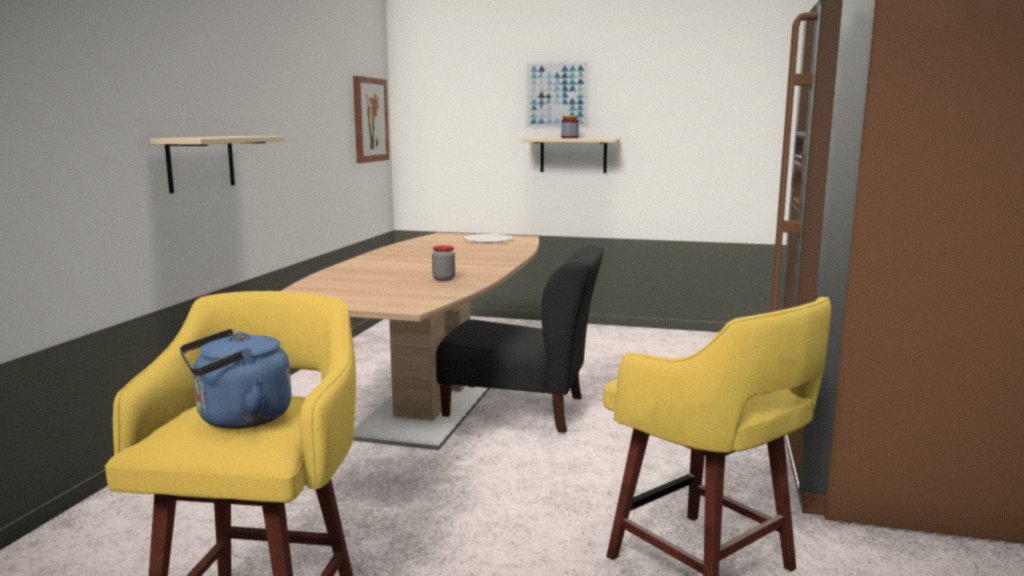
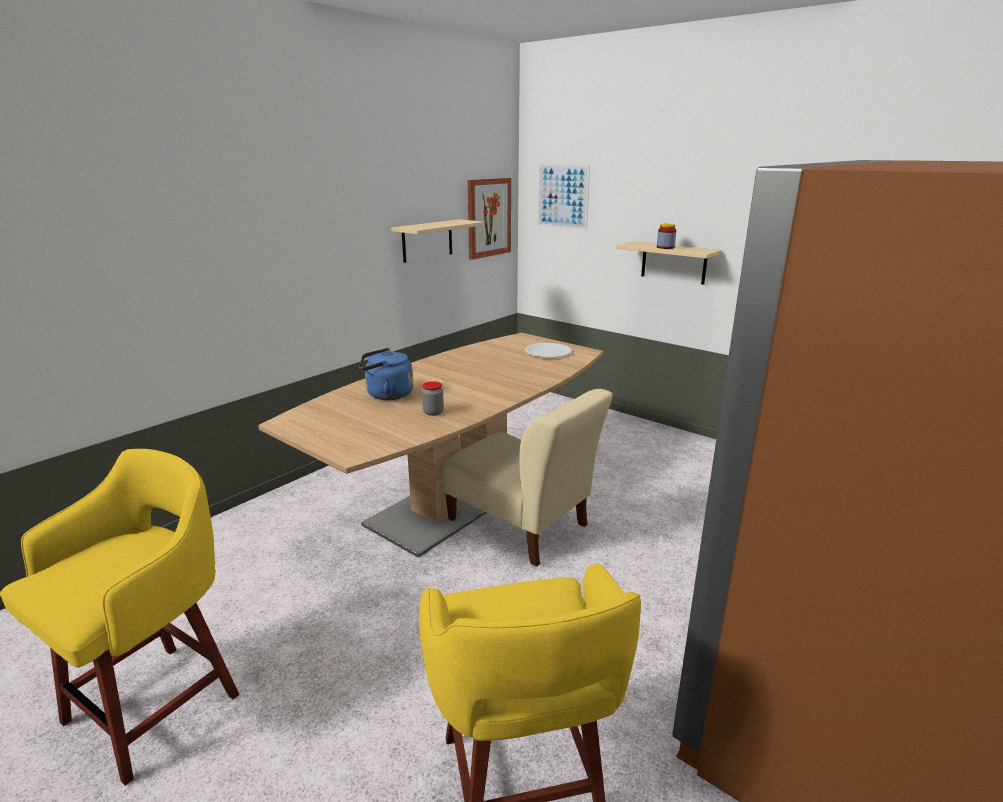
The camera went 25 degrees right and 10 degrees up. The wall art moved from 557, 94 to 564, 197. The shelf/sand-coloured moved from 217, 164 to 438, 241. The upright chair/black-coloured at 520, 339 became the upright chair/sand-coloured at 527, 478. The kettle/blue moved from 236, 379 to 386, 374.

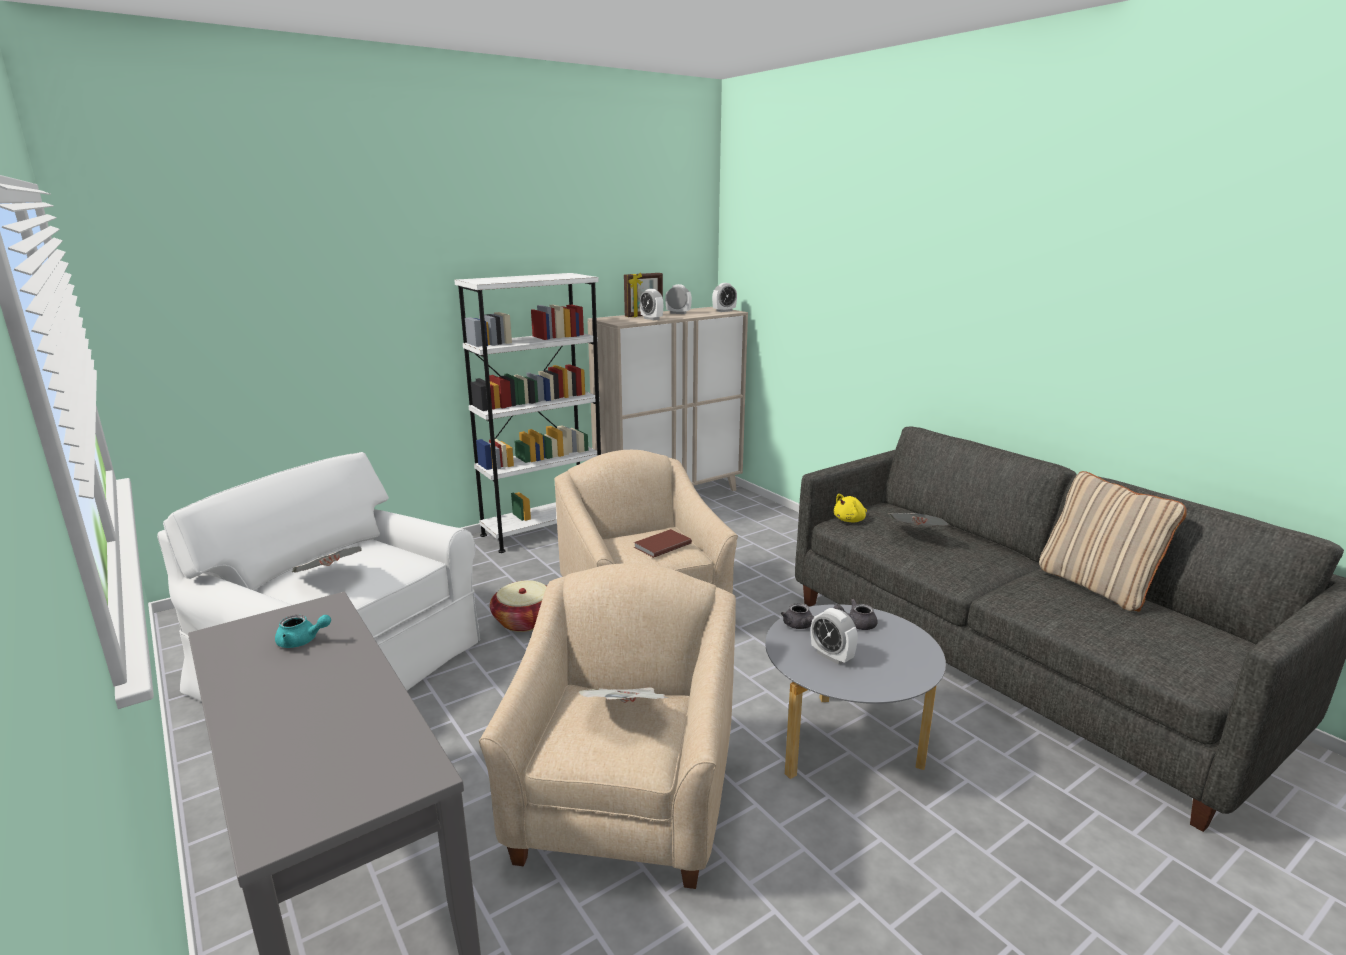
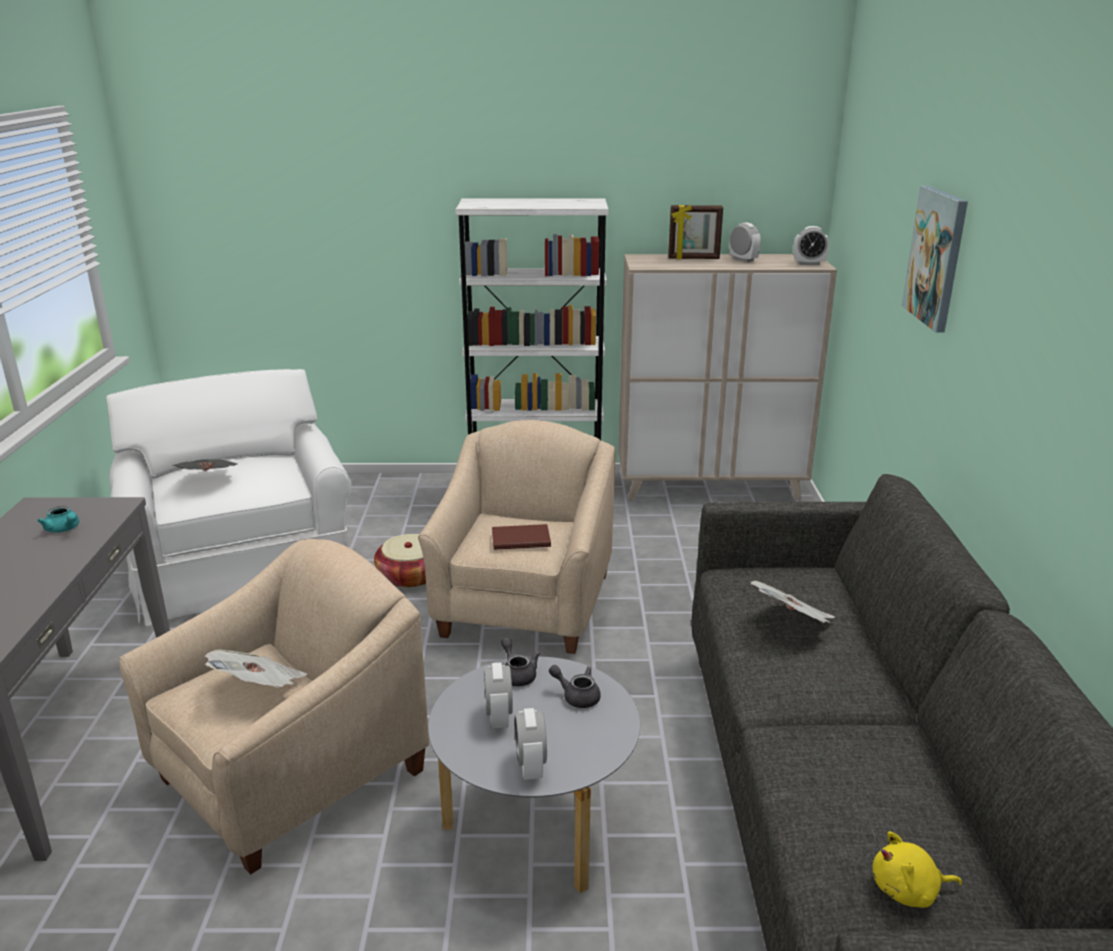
The camera went 35 degrees right and 5 degrees up. The bedside clock moved from 652, 304 to 531, 744. The pillow/sand-coloured at 1113, 541 disappeared. The soft toy/yellowish moved from 850, 508 to 917, 869. The tea pot/greyish at 797, 616 turned 135 degrees clockwise. The wall art at 934, 259 appeared.

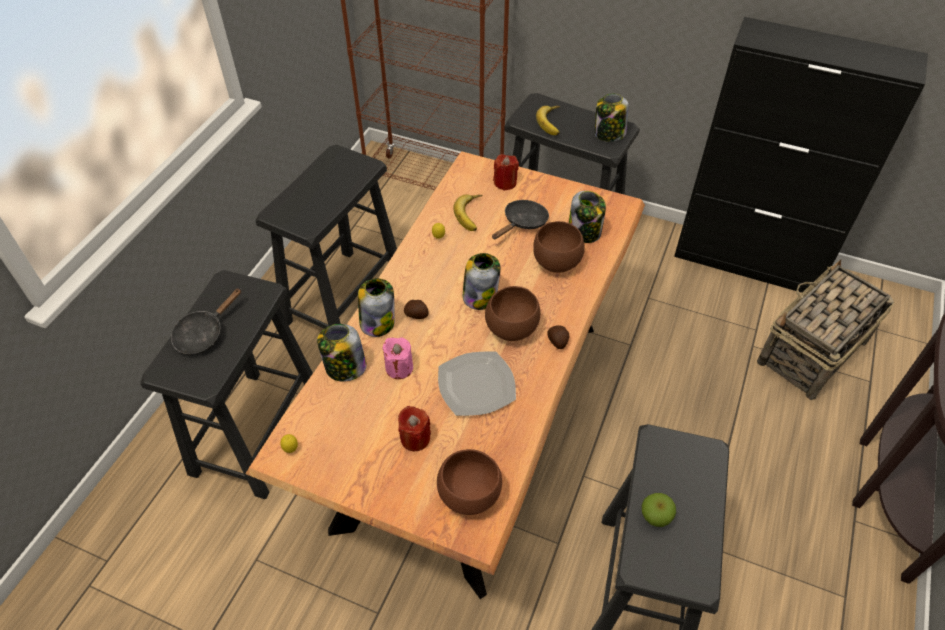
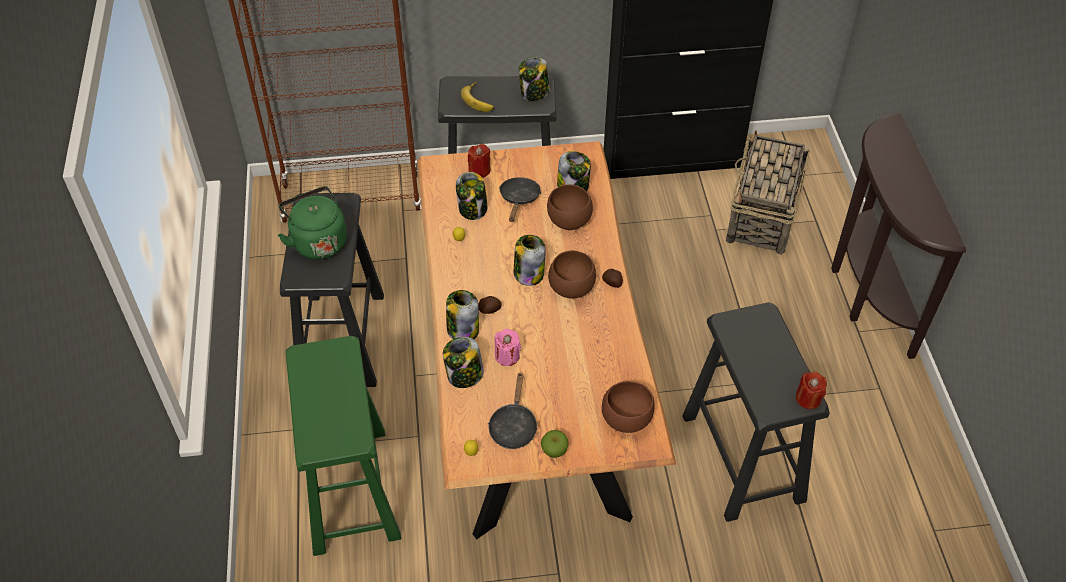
The camera went 30 degrees left and 0 degrees up. The whole banana at 468, 212 was replaced by the jar at 472, 196. The stool/black-coloured at 226, 384 became the stool/green at 343, 446. The frying pan/black-coloured moved from 206, 321 to 513, 410. The flat dish at 477, 383 disappeared. The wax candle/red-coloured moved from 414, 428 to 811, 390. The whole apple moved from 659, 510 to 554, 444. The kettle/green at 312, 222 appeared.

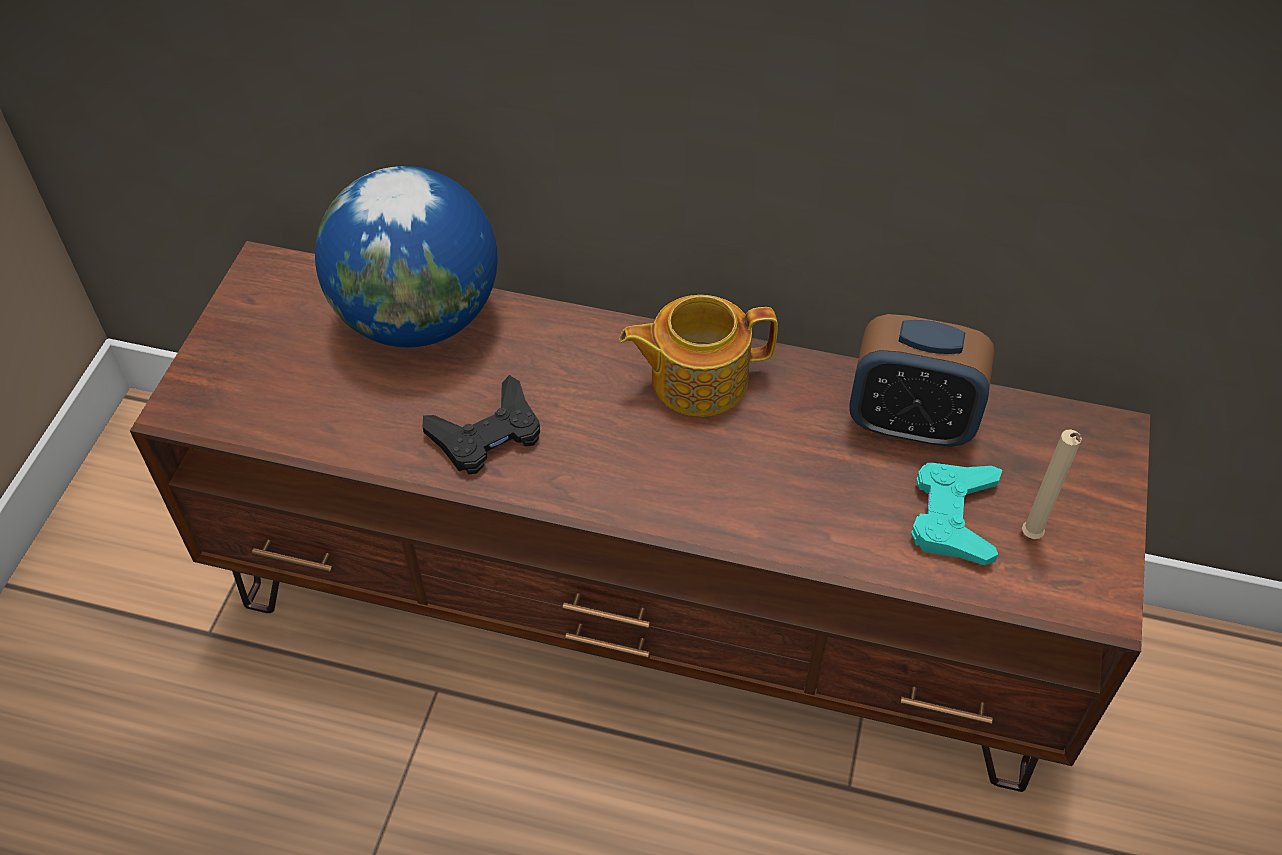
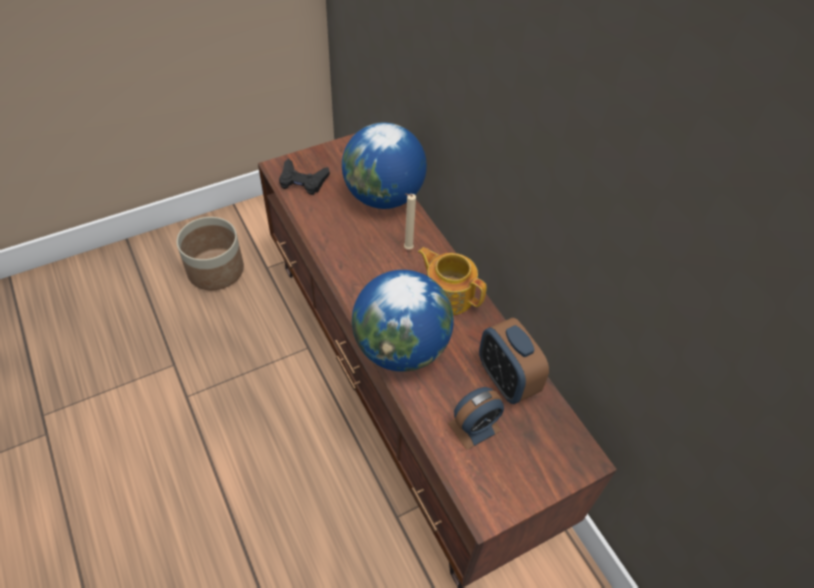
The camera went 45 degrees right and 0 degrees up. The game controller/black-coloured moved from 481, 424 to 304, 177. The wax candle/sand-coloured moved from 1052, 484 to 410, 221. The game controller/turquoise-coloured at 957, 514 was replaced by the bedside clock at 476, 418. The planter at 210, 253 appeared. The desk globe at 403, 321 appeared.

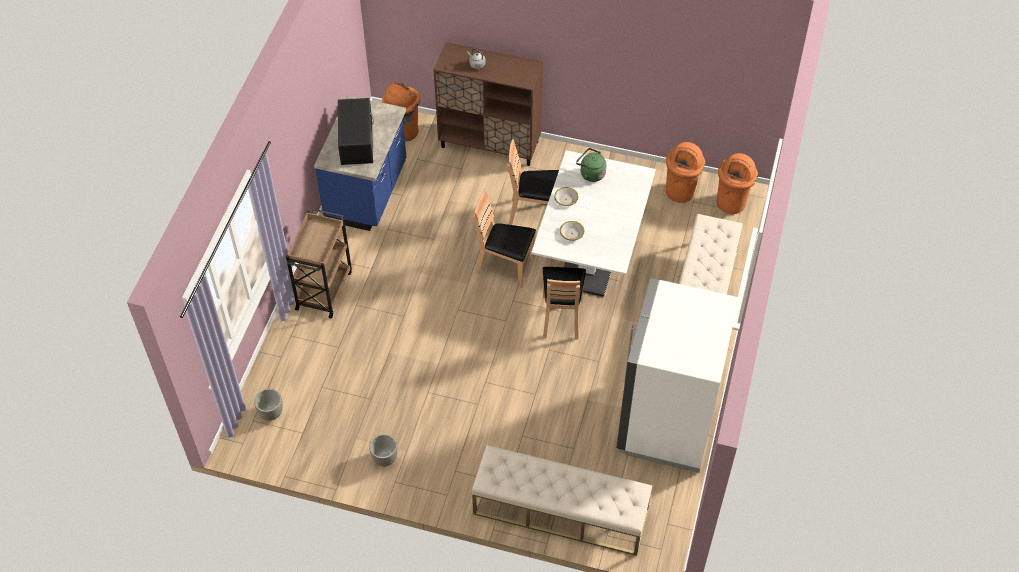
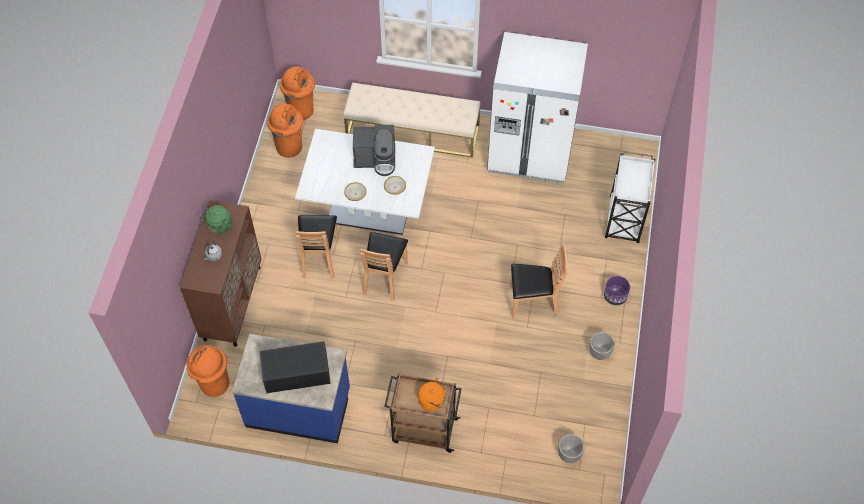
The camera went 95 degrees left and 5 degrees up. The kettle/green moved from 591, 165 to 216, 219. The upright chair/brown-coloured moved from 564, 303 to 539, 281. The long seat/sand-coloured at 562, 500 was replaced by the trolley/whitish at 630, 197. The coffee machine at 374, 150 appeared. The planter/purple at 617, 290 appeared. The kettle/orangey at 433, 394 appeared.

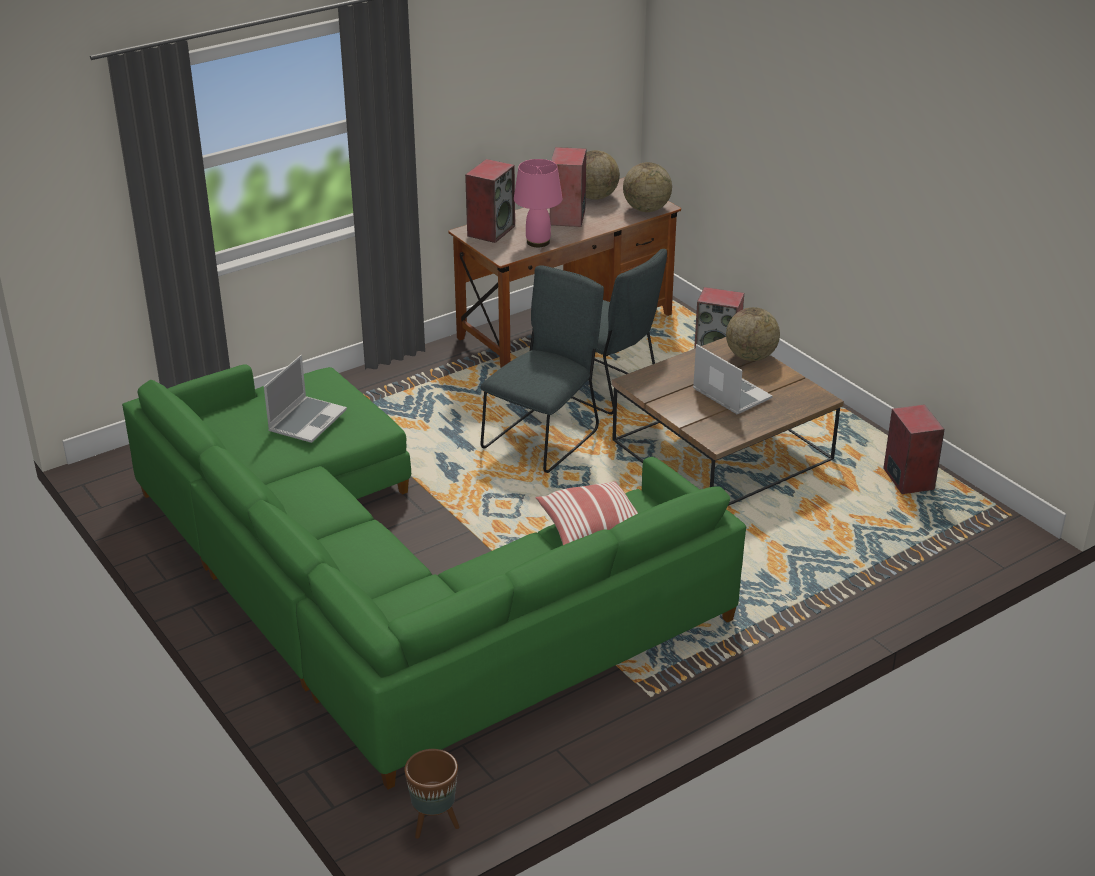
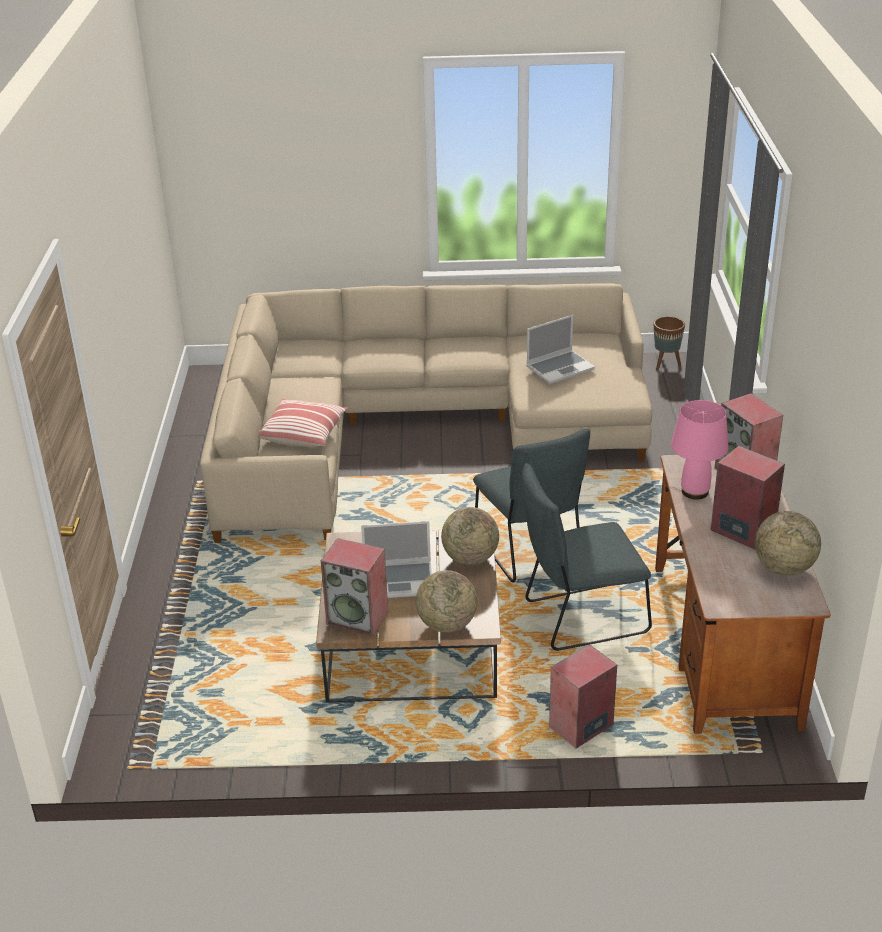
The camera went 125 degrees right and 0 degrees up. The desk globe moved from 647, 187 to 470, 536. The portable computer at 305, 399 turned 90 degrees counterclockwise. The settee/green at 434, 576 became the settee/sand-coloured at 426, 413. The loudspeaker moved from 914, 449 to 354, 587. The planter/brown-coloured moved from 432, 794 to 669, 343.

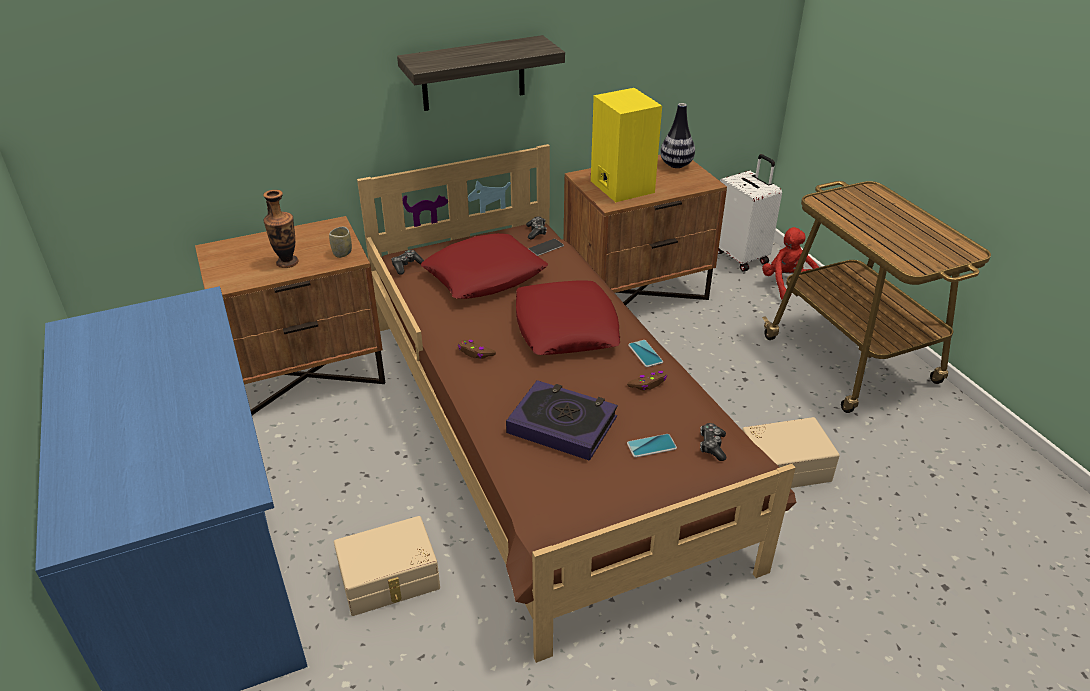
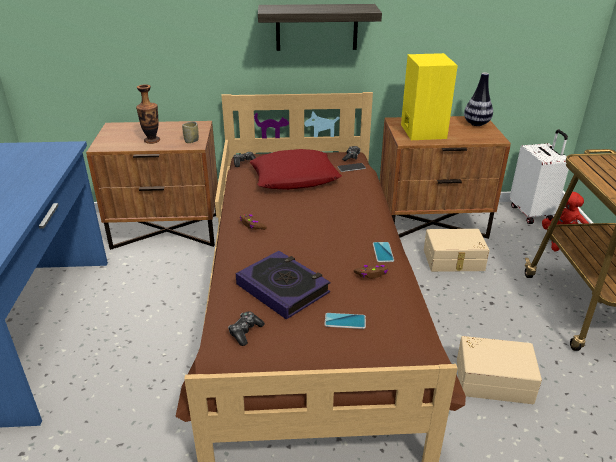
The camera went 20 degrees right and 5 degrees down. The pillow/red-coloured at 568, 318 disappeared. The game controller moved from 713, 442 to 246, 328. The storage box/sand-coloured moved from 387, 566 to 457, 250.

